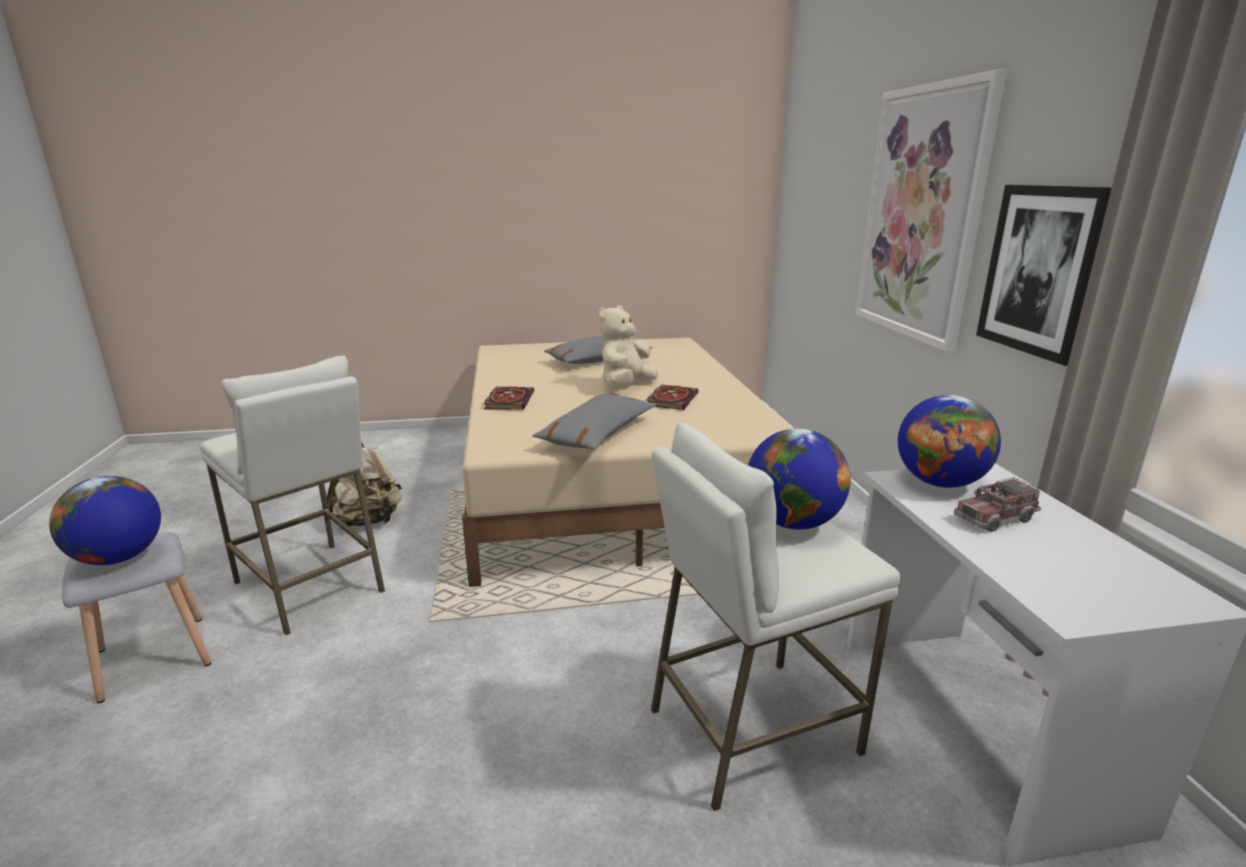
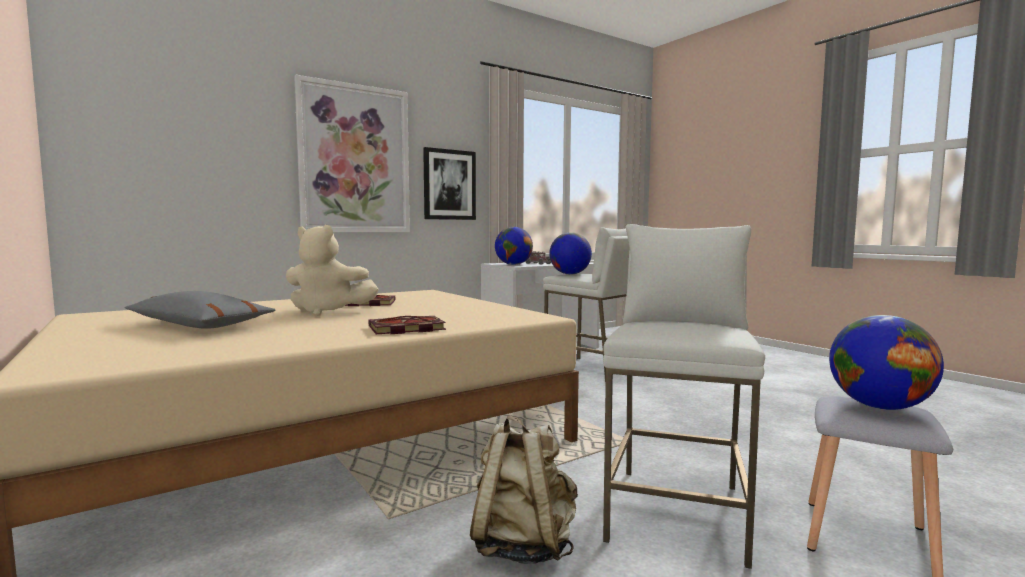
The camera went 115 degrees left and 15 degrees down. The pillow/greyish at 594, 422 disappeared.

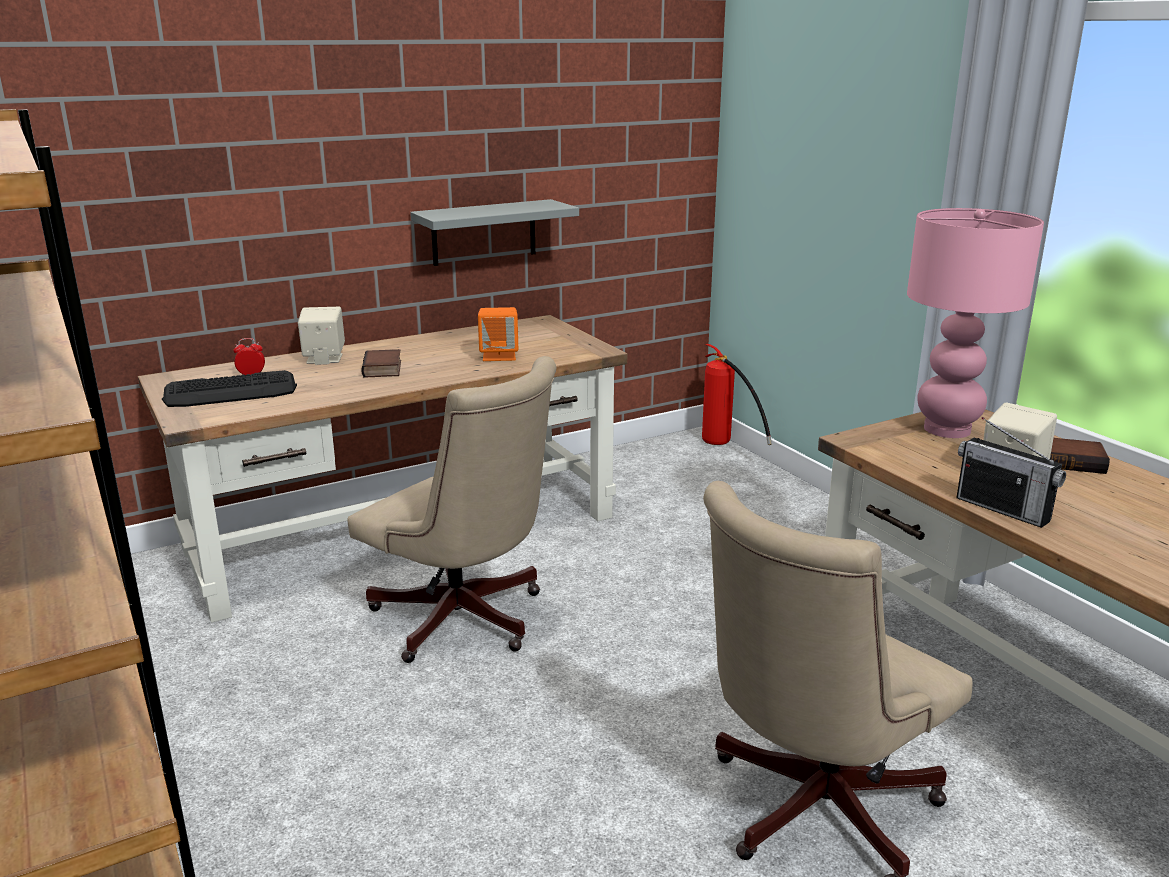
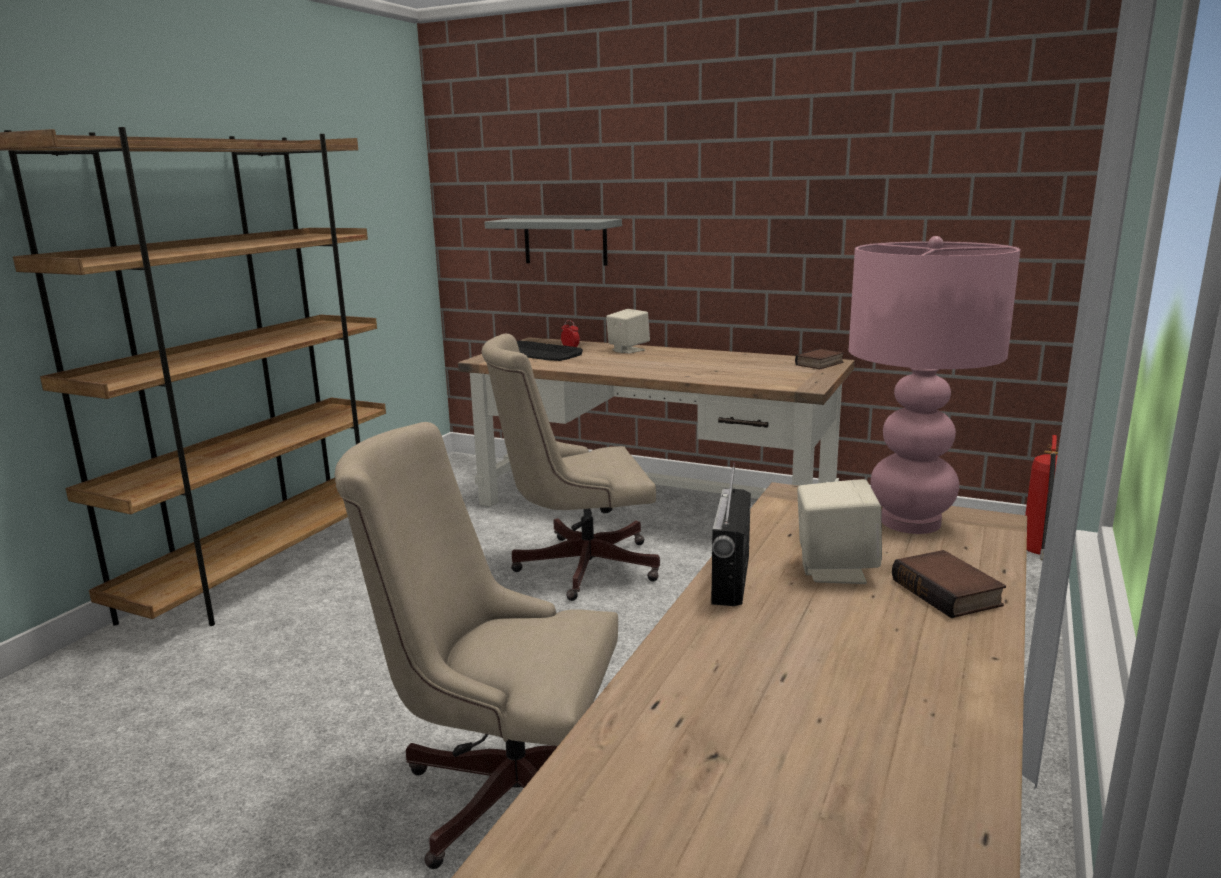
The camera went 55 degrees right and 5 degrees down. The shelf/greyish moved from 494, 232 to 553, 242. The loudspeaker/orangey at 498, 334 disappeared. The bound book moved from 381, 363 to 819, 359. The desk chair/sand-coloured at 452, 509 turned 75 degrees clockwise.

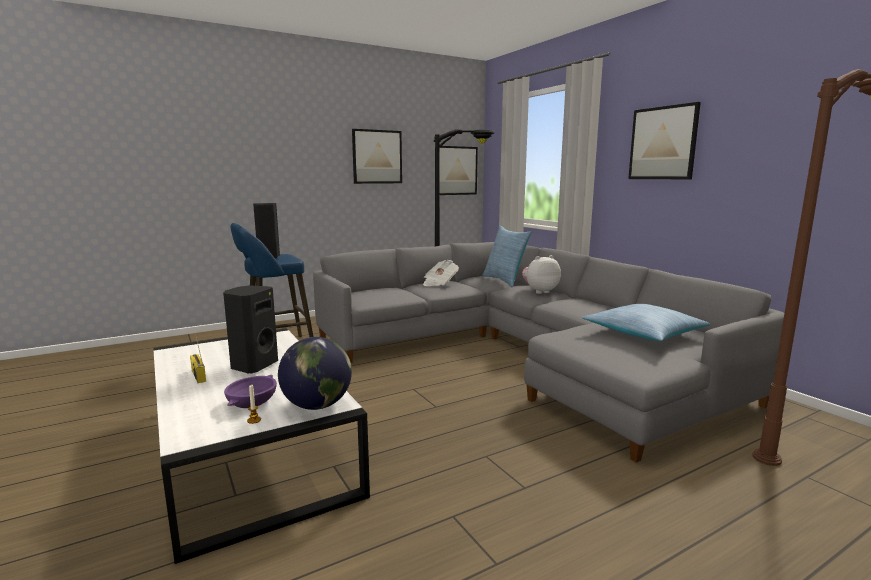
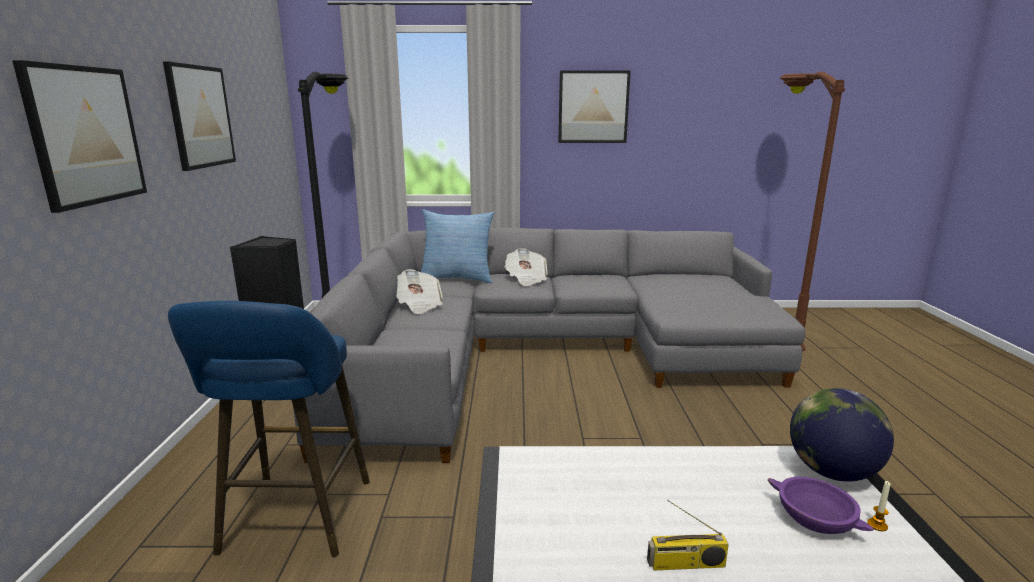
The camera went 60 degrees left and 5 degrees up. The wall art moved from 459, 170 to 79, 136. The soft toy at 541, 274 was replaced by the daily paper at 526, 267. The loudspeaker/black-coloured at 250, 329 disappeared. The pillow at 646, 322 disappeared.

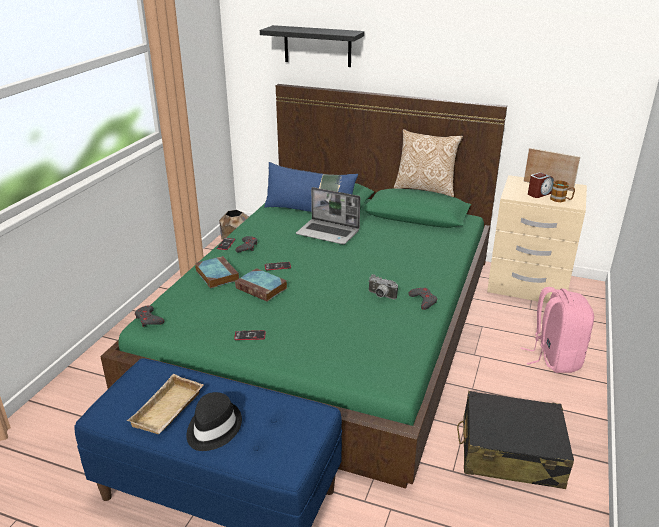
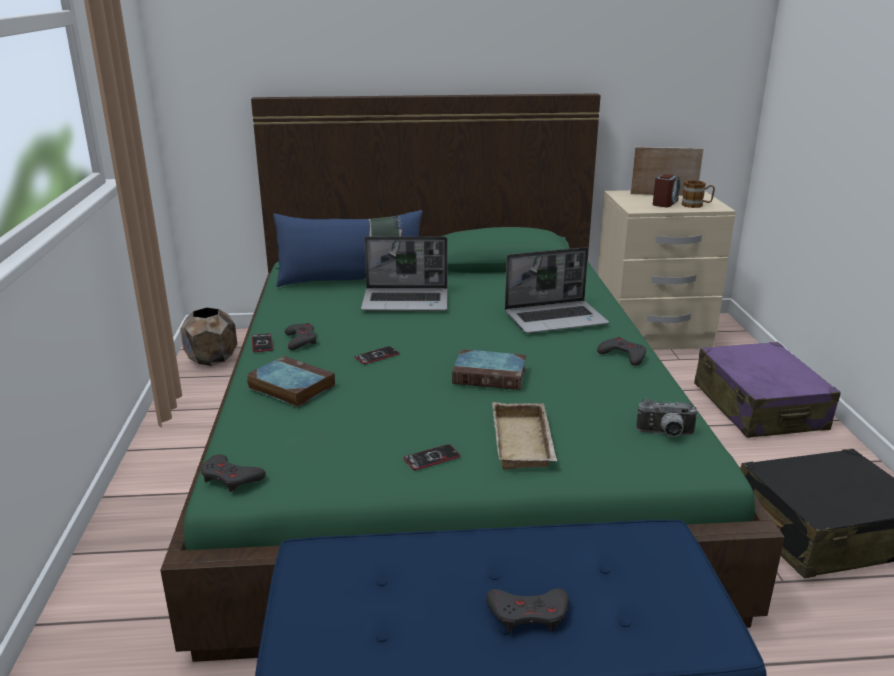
The camera went 25 degrees left and 5 degrees down. The shelf/black-coloured at 312, 46 disappeared. The pillow at 428, 163 disappeared. The bound book moved from 261, 284 to 489, 369. The photo camera moved from 383, 286 to 667, 418. The backpack/pinkish at 557, 330 was replaced by the travel case/purple at 767, 390. The tray/sand-coloured moved from 165, 404 to 524, 435. The hat/black-coloured at 214, 421 was replaced by the game controller/greyish at 527, 610. The portable computer at 557, 290 appeared.

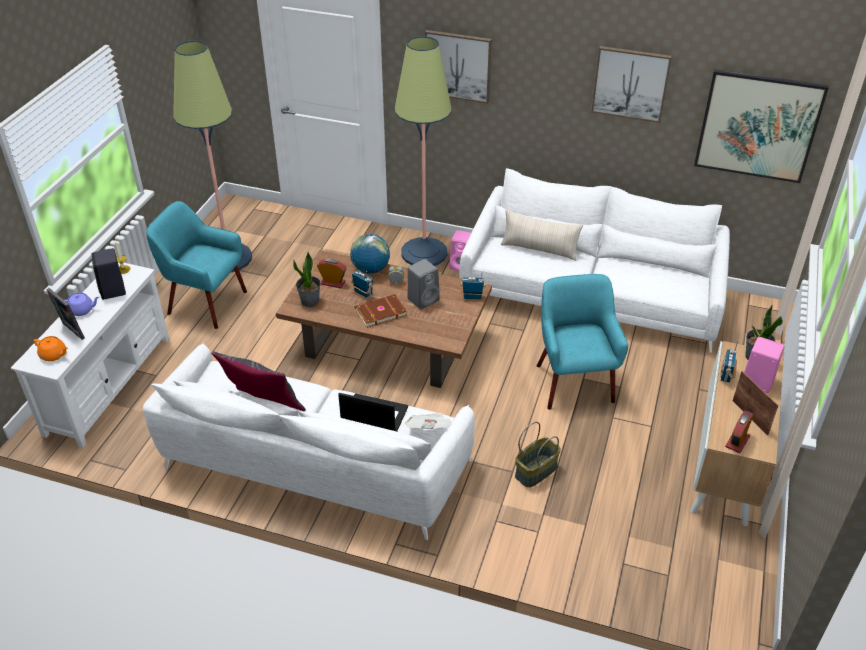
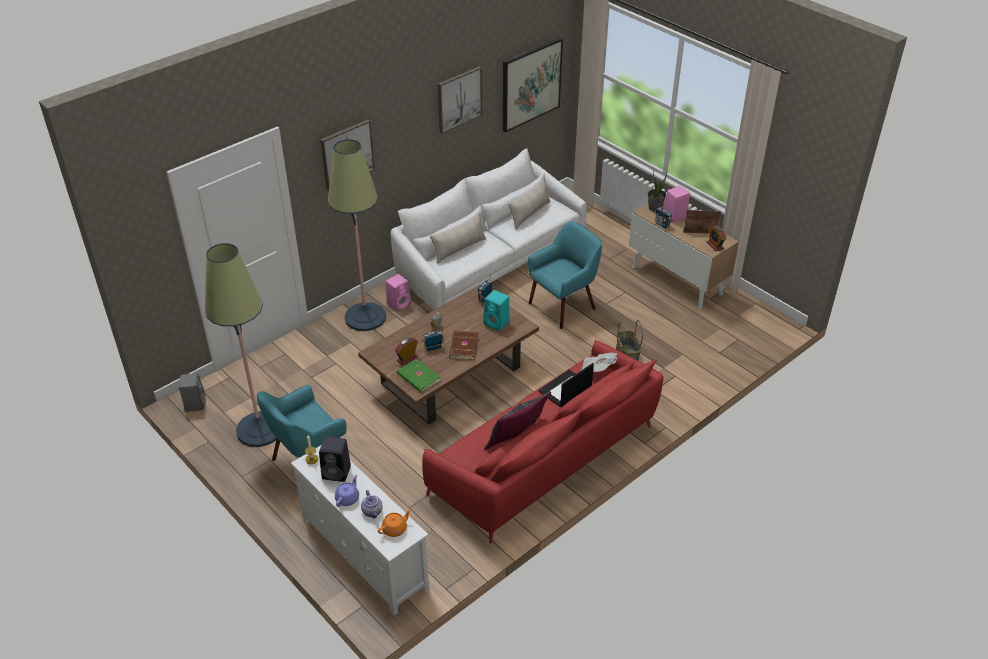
The camera went 60 degrees left and 0 degrees up. The desk globe at 370, 254 disappeared. The potted plant at 307, 279 was replaced by the bound book/green at 419, 376. The loudspeaker/greyish moved from 424, 284 to 192, 392. The armchair/turquoise-coloured at 582, 342 turned 120 degrees clockwise. The photo frame at 65, 314 was replaced by the tea pot at 372, 504. The settee/whitish at 309, 441 became the settee/red-coloured at 543, 442. The pillow/sand-coloured at 529, 203 appeared. The loudspeaker/turquoise-coloured at 496, 310 appeared.

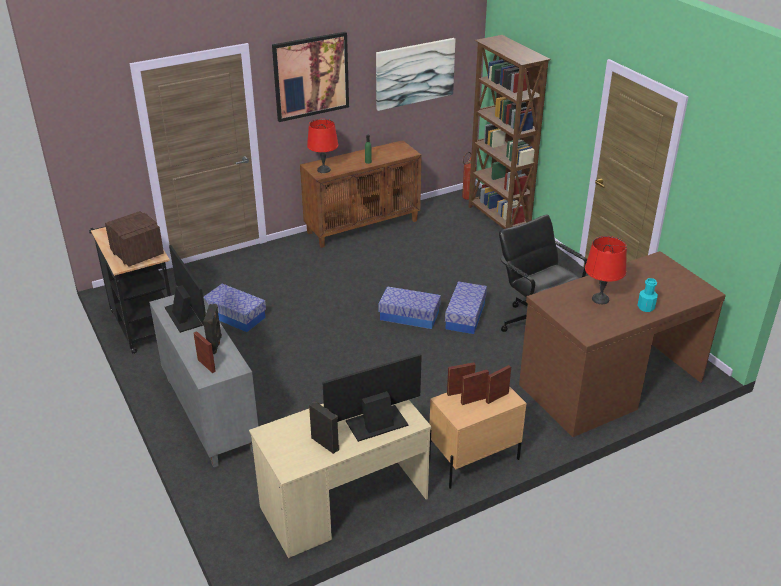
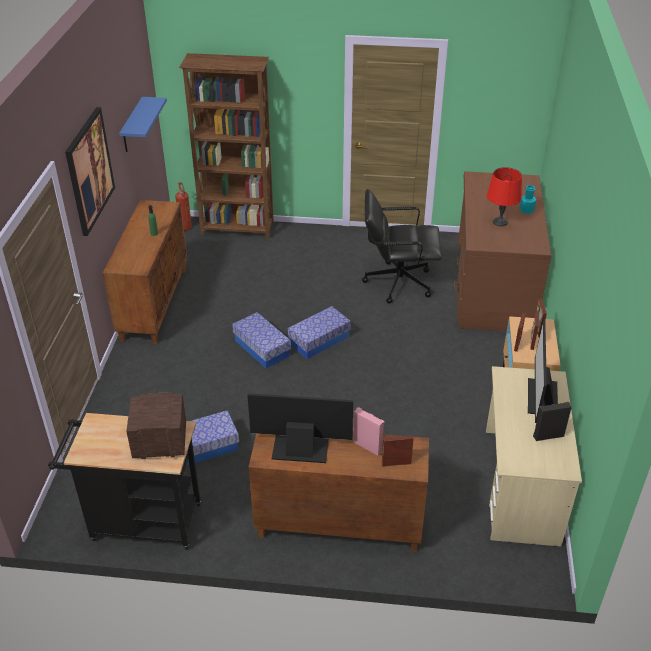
The camera went 55 degrees left and 5 degrees up. The wall art at 415, 74 was replaced by the shelf/blue at 143, 124. The lamp for a table/red-coloured at 322, 146 disappeared. The storage box moved from 466, 307 to 261, 340. The storage cabinet/greyish at 203, 381 became the storage cabinet/brown-coloured at 338, 492. The loudspeaker/black-coloured at 212, 329 became the loudspeaker/pinkish at 368, 431.

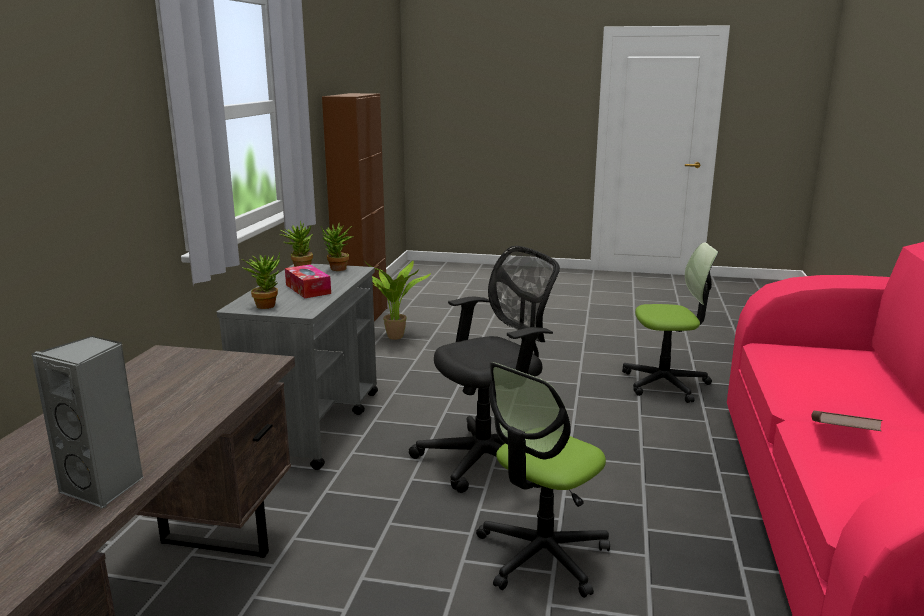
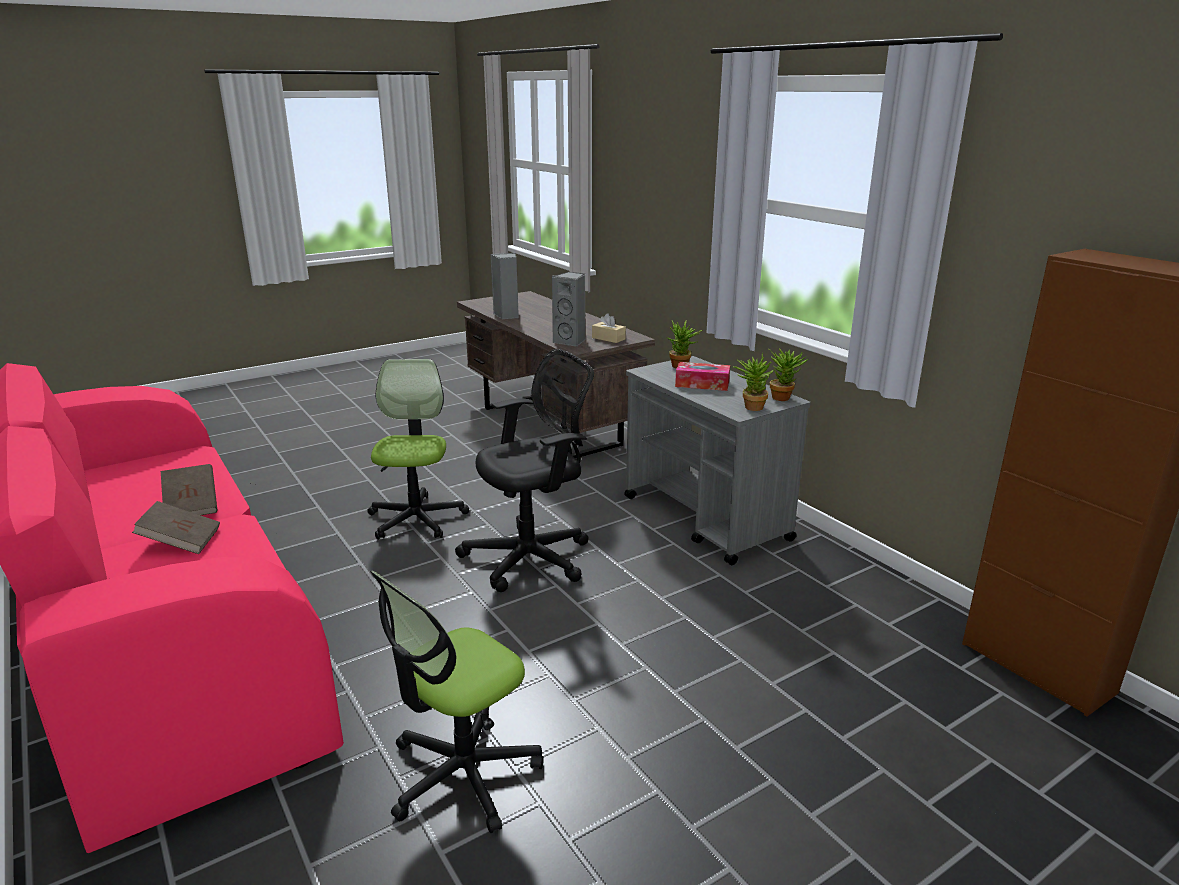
The camera went 135 degrees right and 5 degrees up. The desk chair/black-coloured at 484, 369 turned 135 degrees counterclockwise. The potted plant at 397, 300 disappeared. The loudspeaker/greyish at 568, 309 appeared. The tissue box/sand-coloured at 609, 328 appeared. The bound book/brown-coloured at 176, 527 appeared.

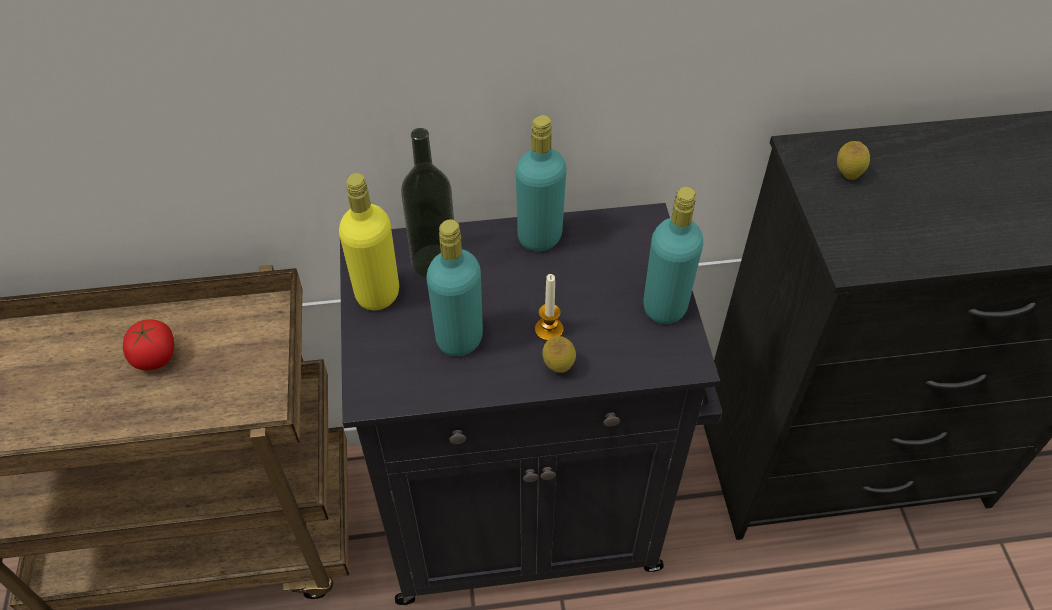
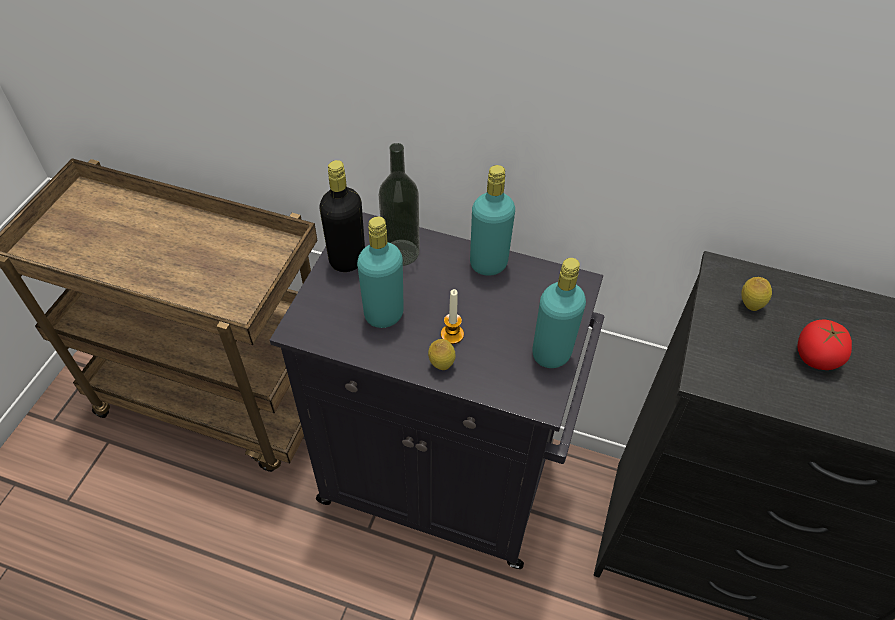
The camera went 25 degrees right and 0 degrees up. The drink bottle/yellowish at 369, 241 became the drink bottle/black-coloured at 342, 216. The whole tomato moved from 148, 345 to 824, 344.

